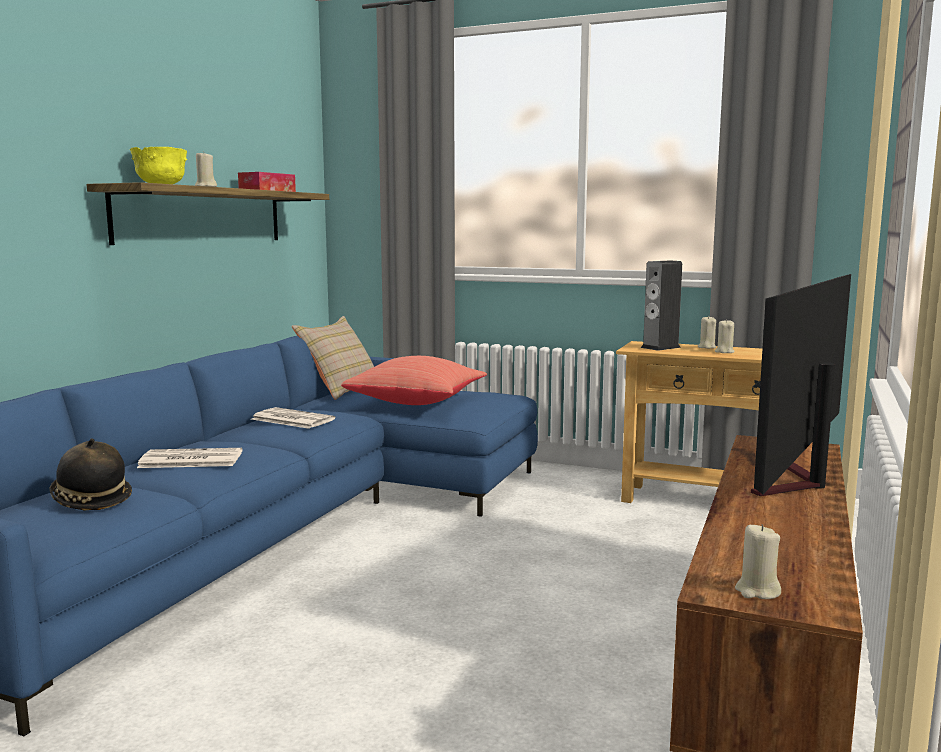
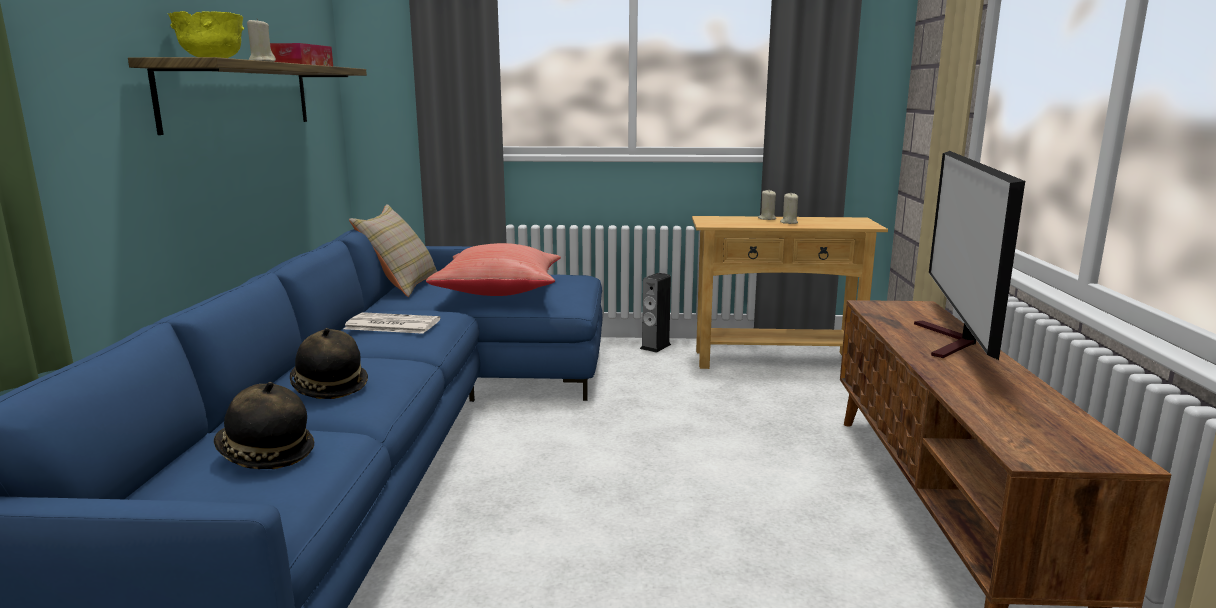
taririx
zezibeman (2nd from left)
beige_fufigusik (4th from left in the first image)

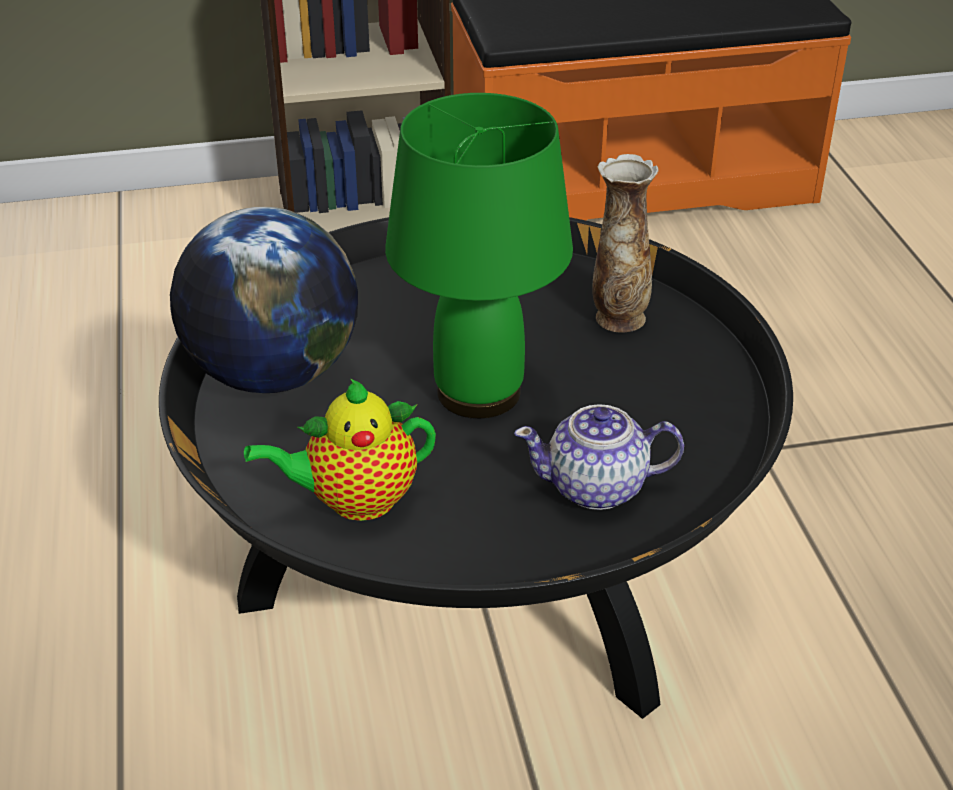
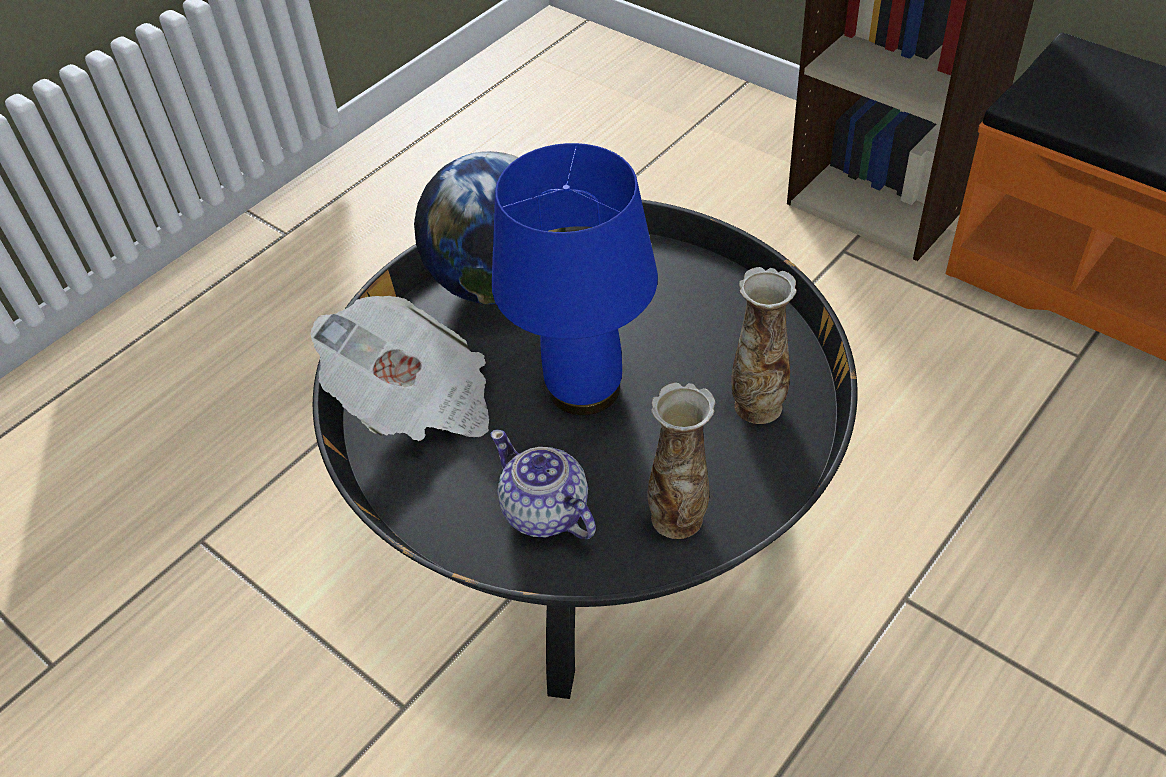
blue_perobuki
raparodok
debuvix (1st from left)

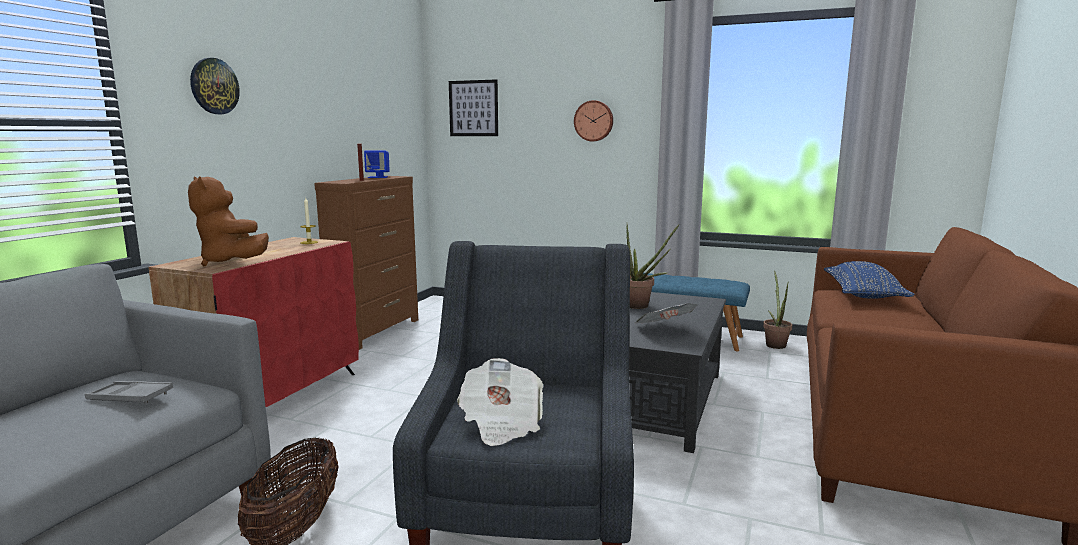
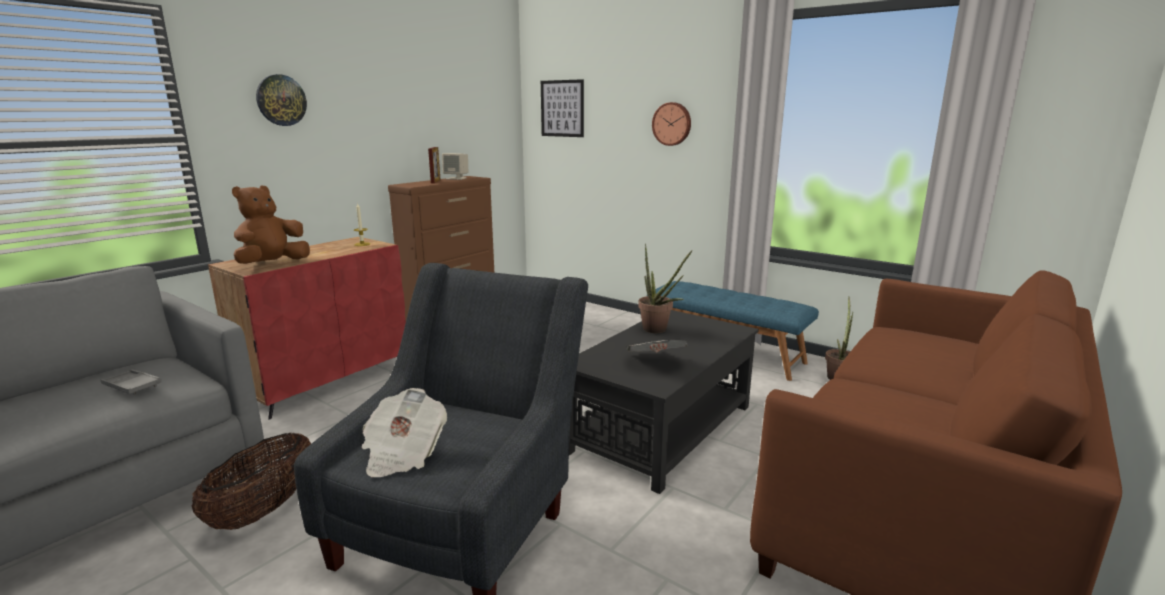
beige_taririx
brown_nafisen
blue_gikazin

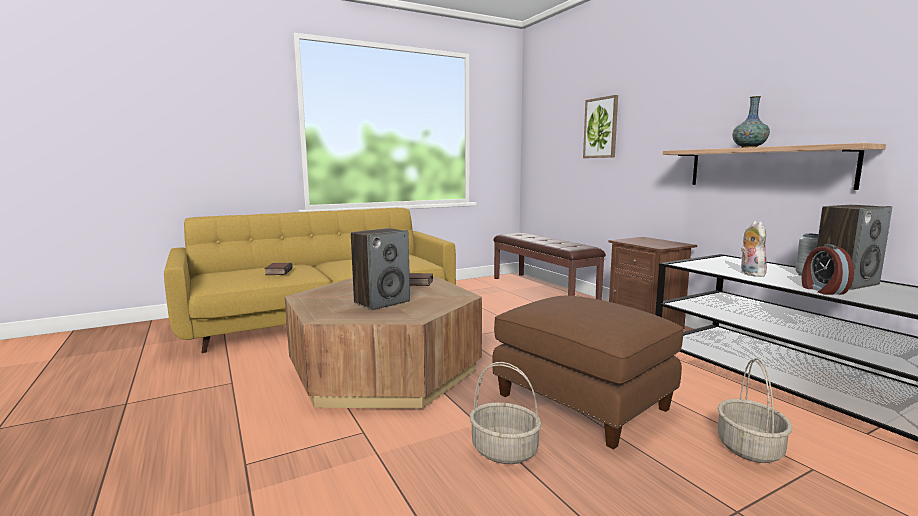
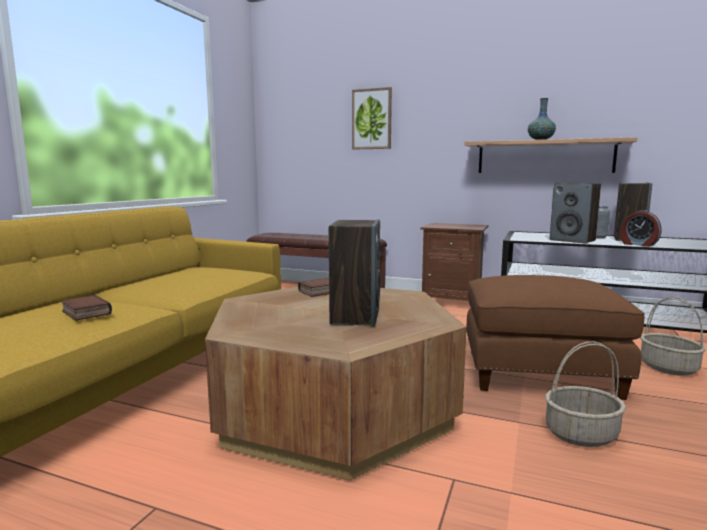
taririx (2nd from left)

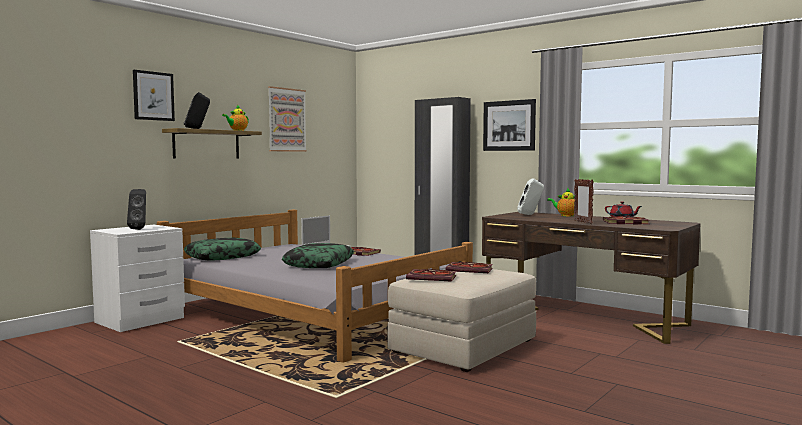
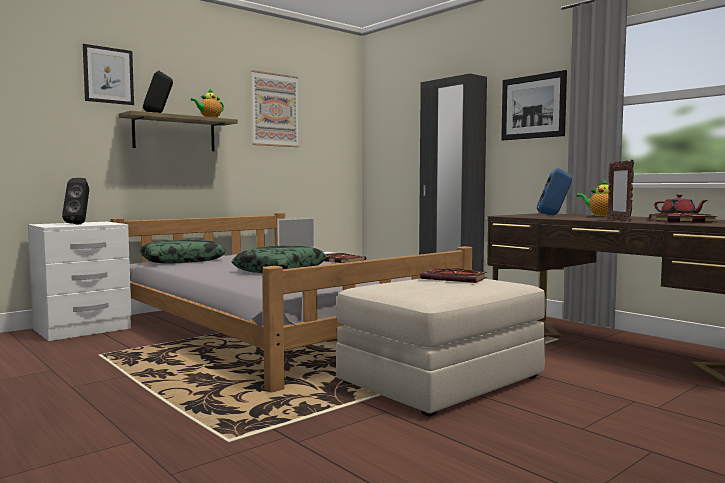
blue_taririx
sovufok (2nd from left in the first image)

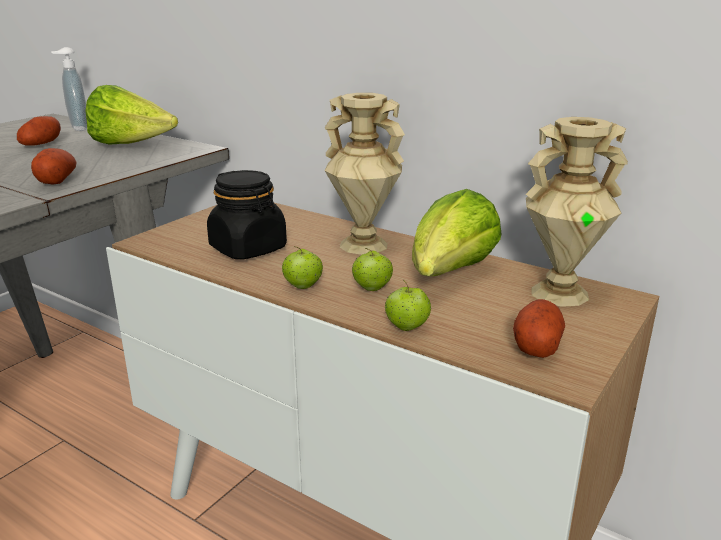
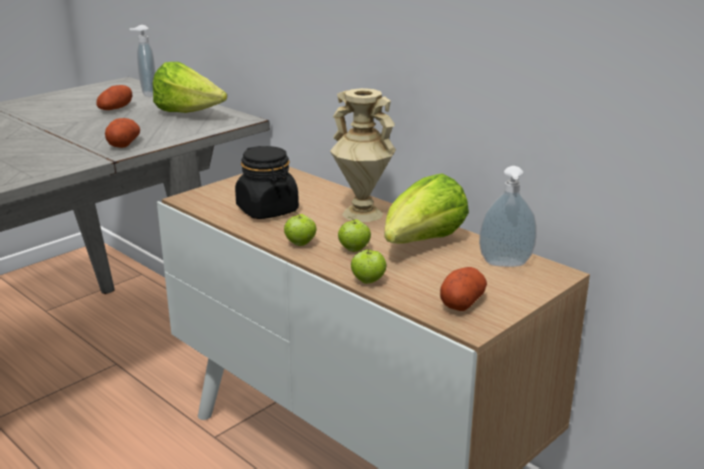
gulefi (2nd from left)

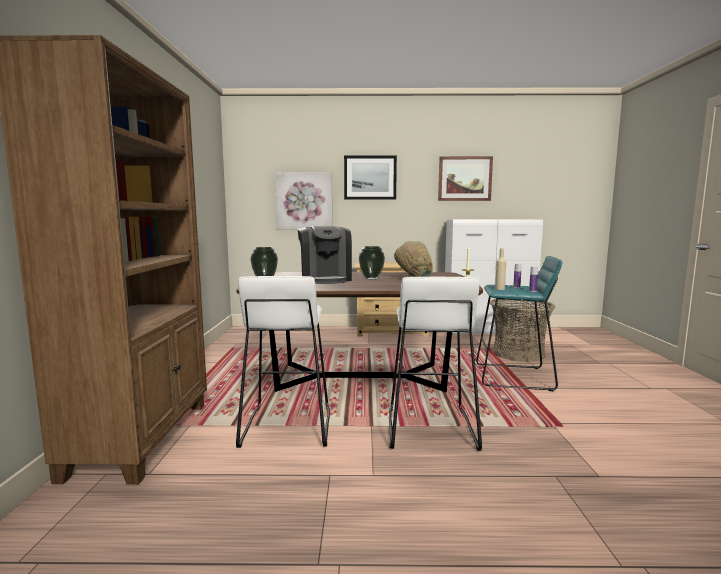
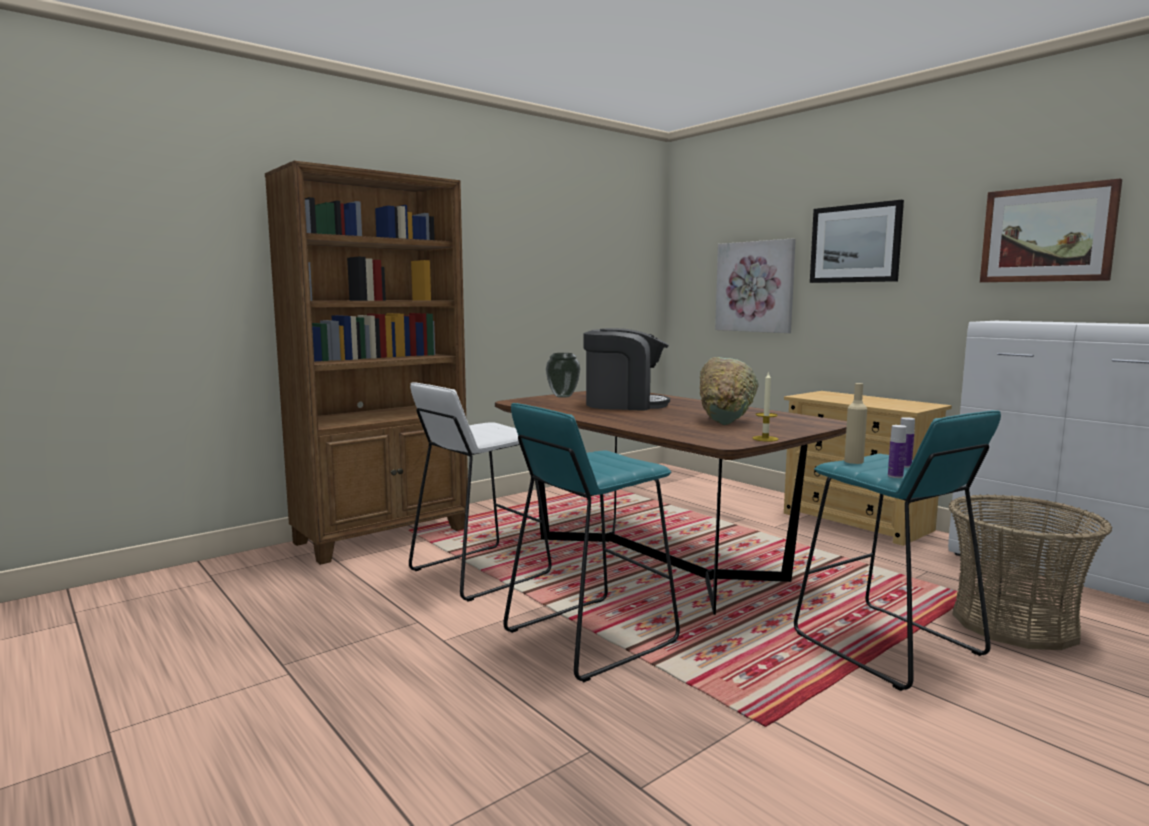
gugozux
debuvix (2nd from left in the first image)
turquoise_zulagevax (1st from left)

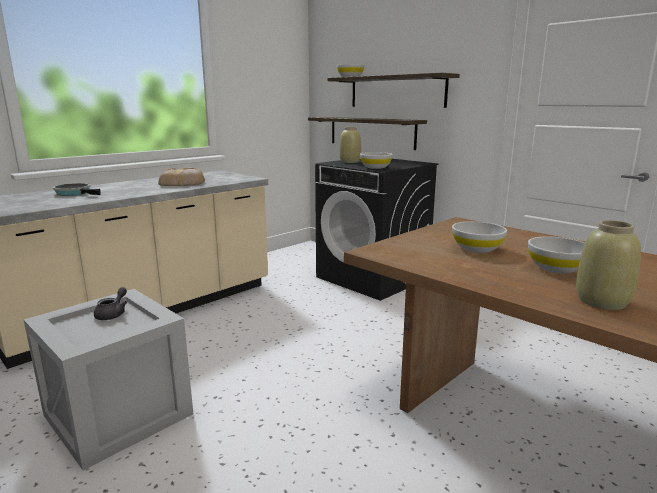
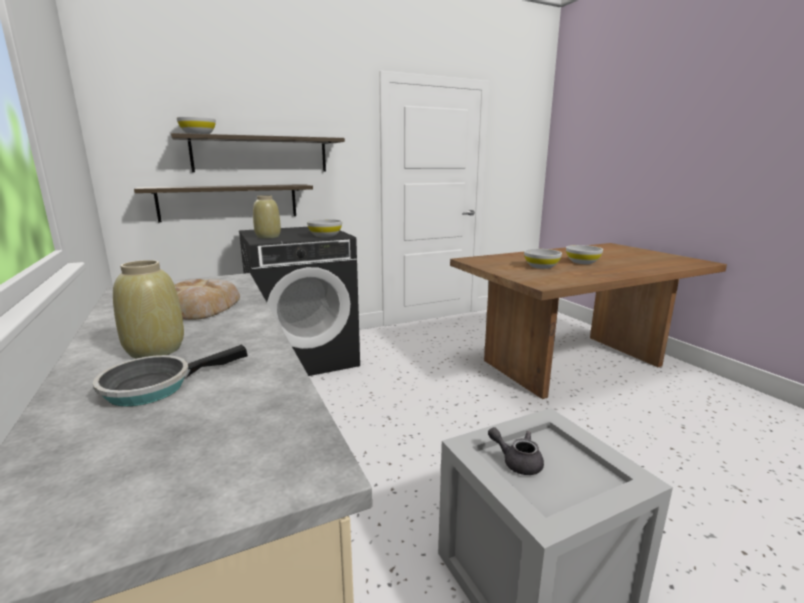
beige_debuvix (1st from left)

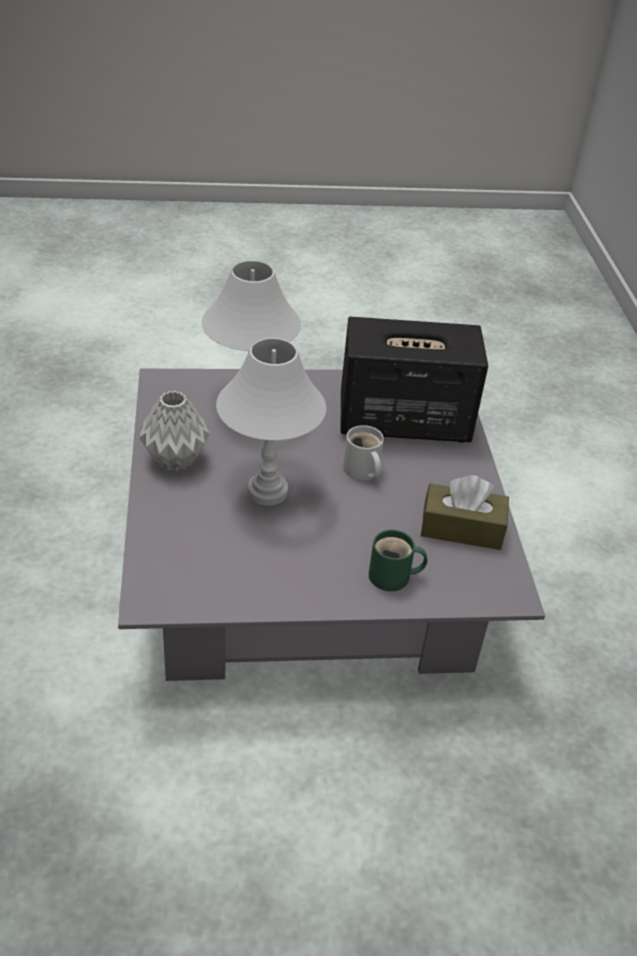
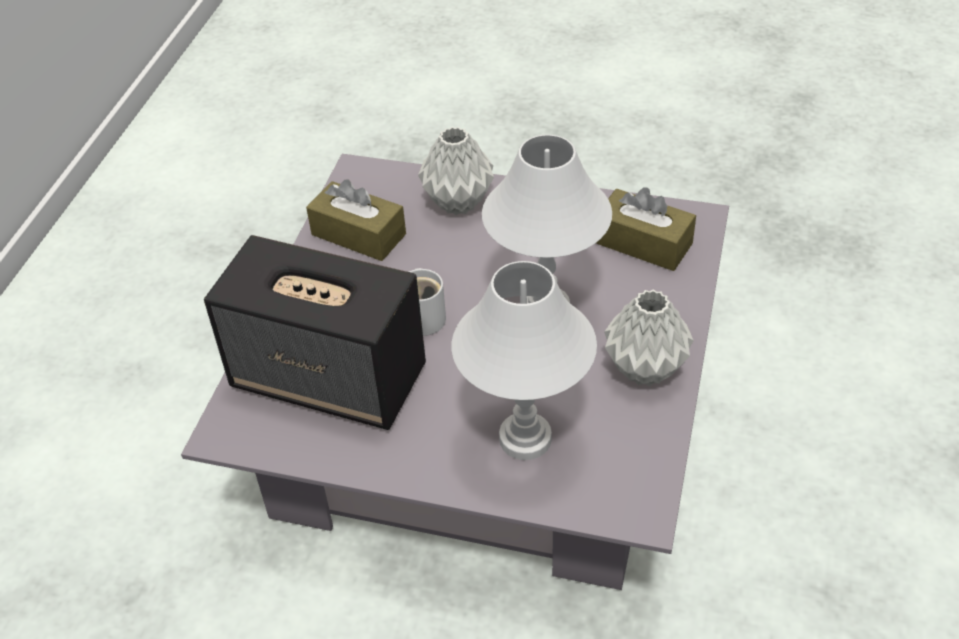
grey_debuvix (1st from left)
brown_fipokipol (2nd from left)

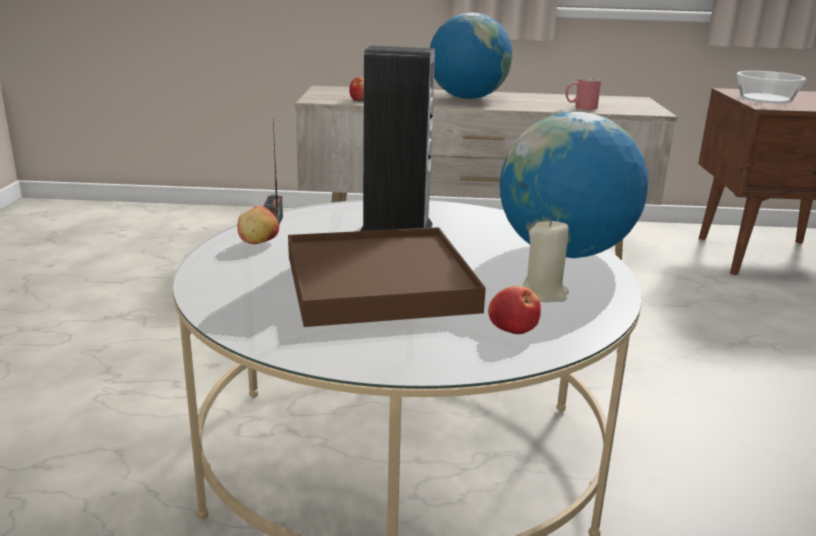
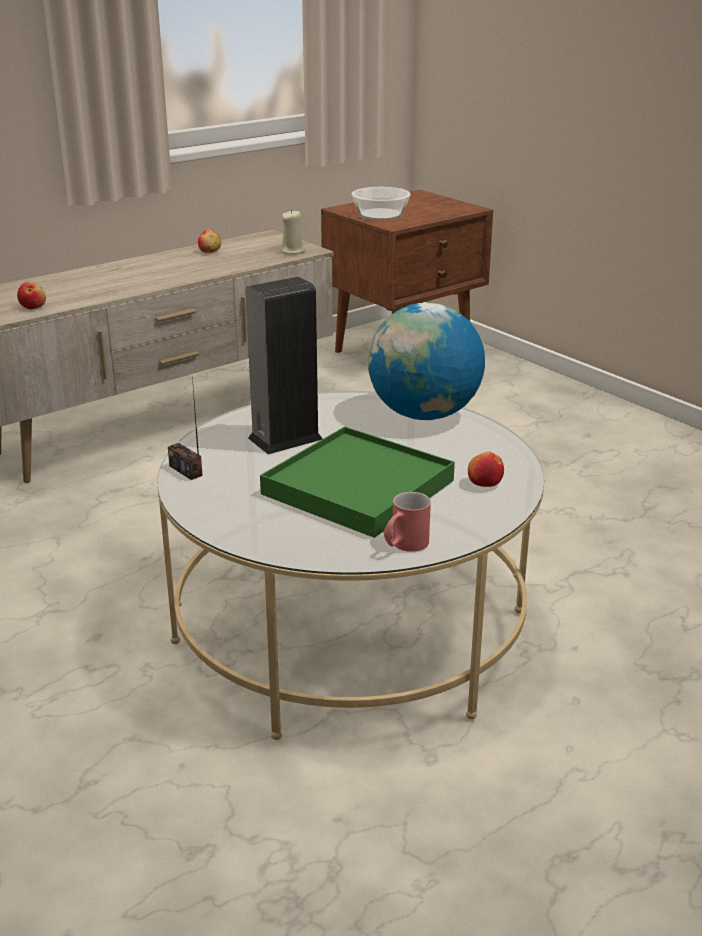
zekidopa (1st from left in the first image)
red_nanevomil
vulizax (2nd from left)
beige_fufigusik
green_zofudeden

